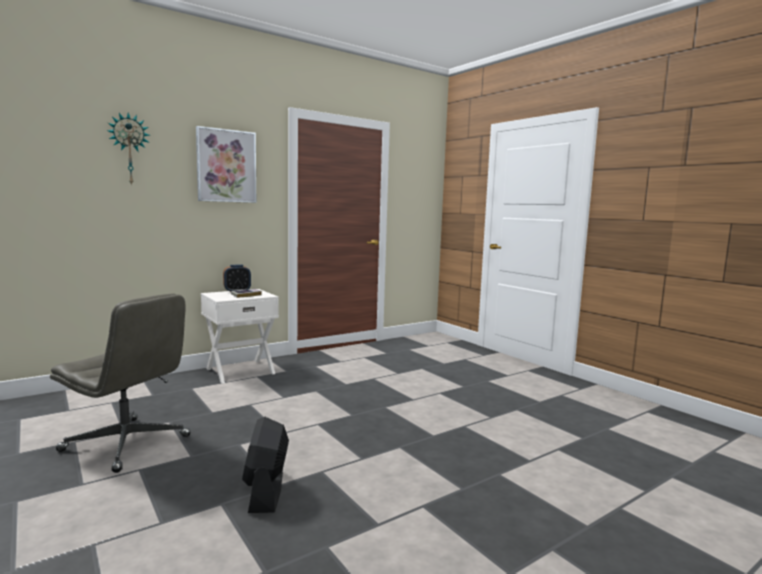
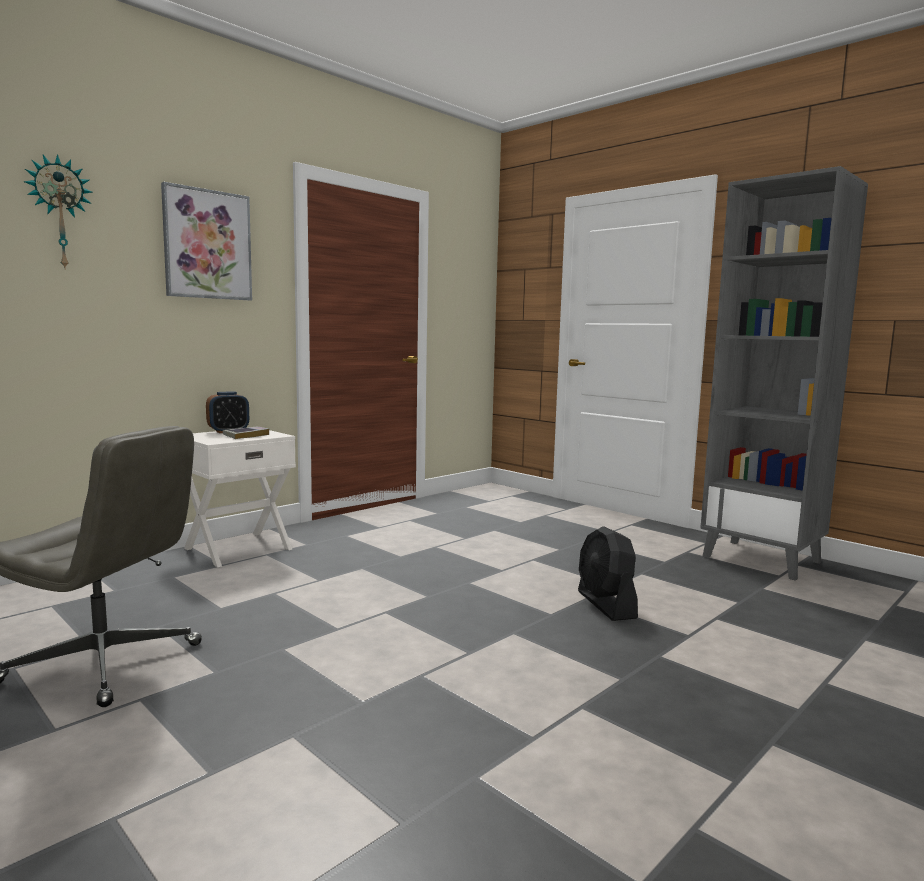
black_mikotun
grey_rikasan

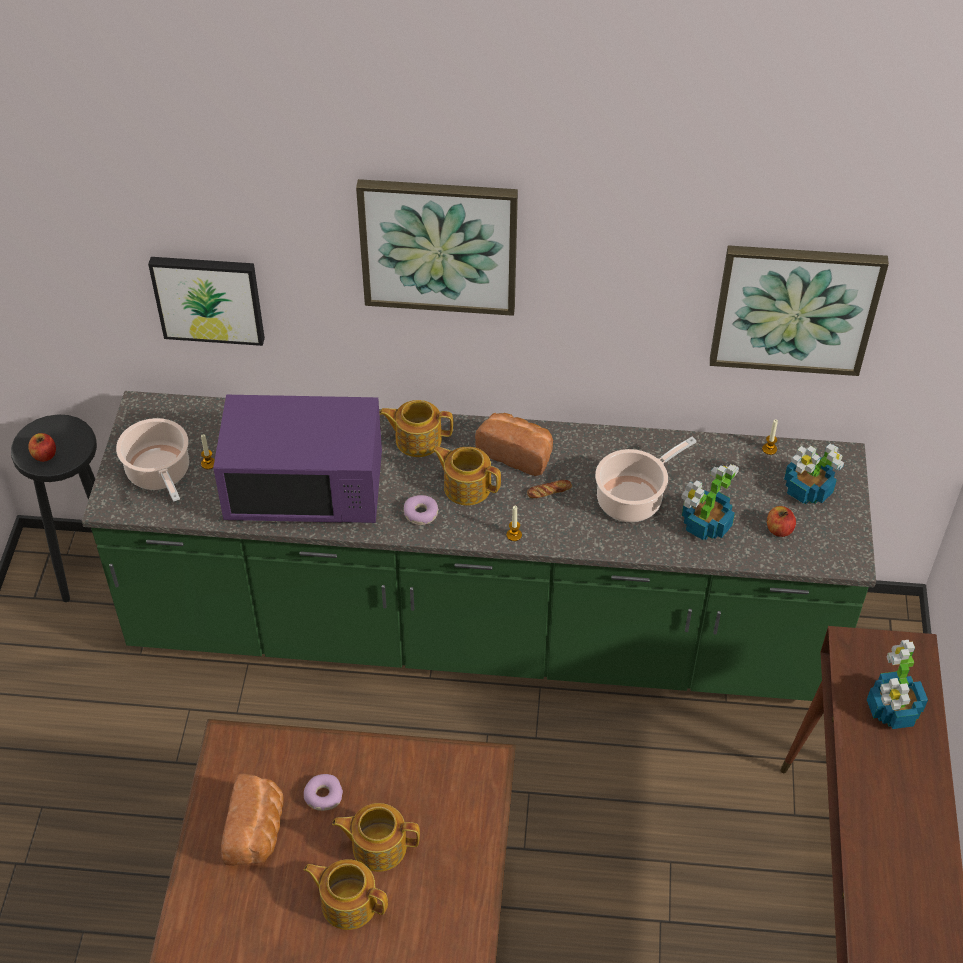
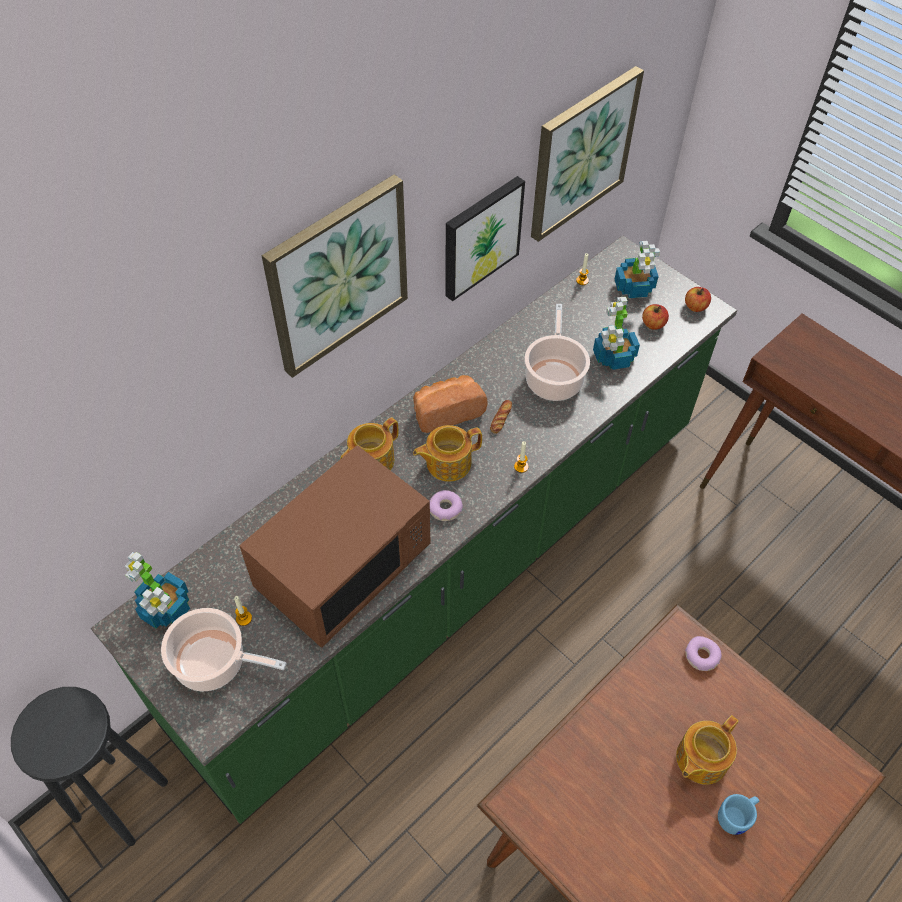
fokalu (2nd from left)
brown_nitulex
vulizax (2nd from left)
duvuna (1st from left)
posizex (1st from left in the first image)
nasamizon (2nd from left)
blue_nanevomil

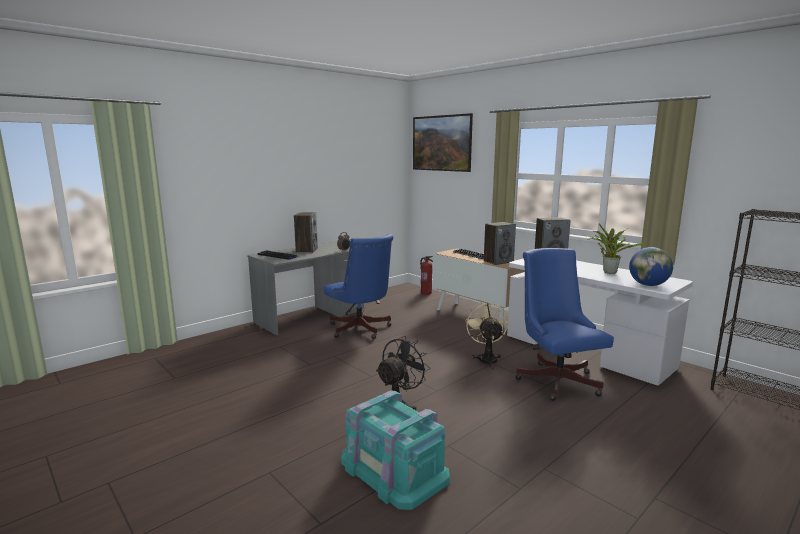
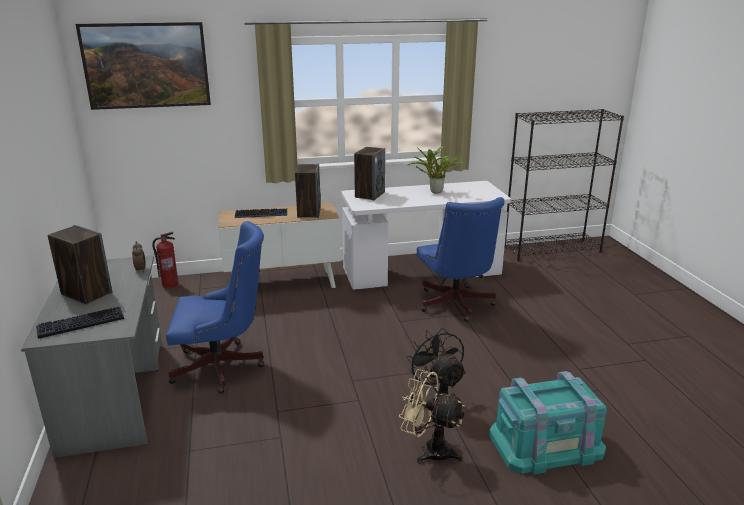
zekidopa
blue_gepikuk (2nd from left)
beige_mikotun

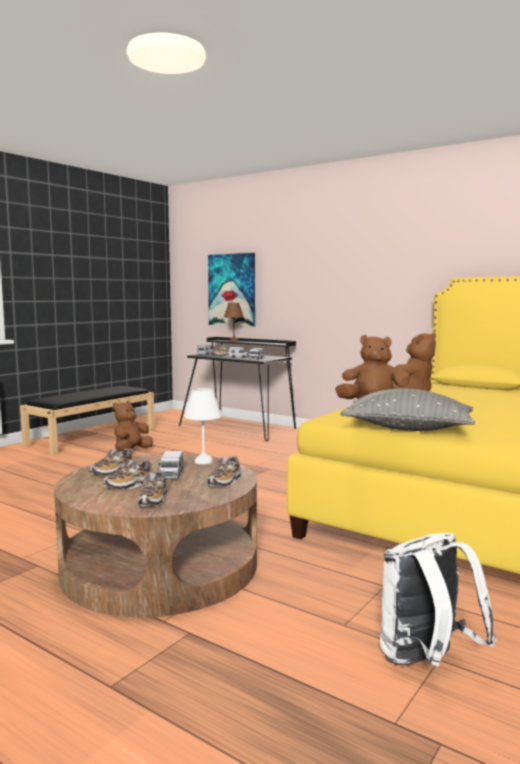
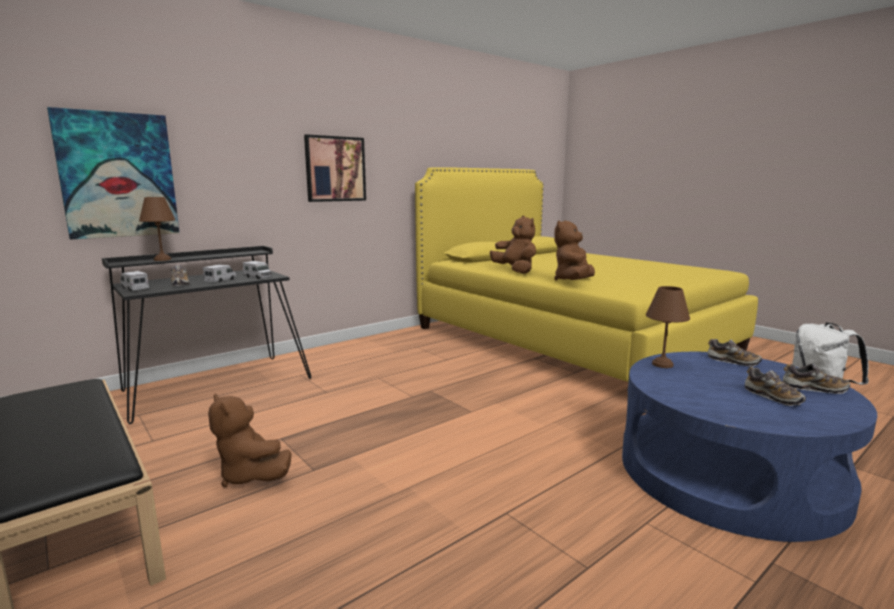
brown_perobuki (2nd from left)
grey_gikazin
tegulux (1st from left in the first image)
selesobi (1st from left in the first image)
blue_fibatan
fokalu (2nd from left)

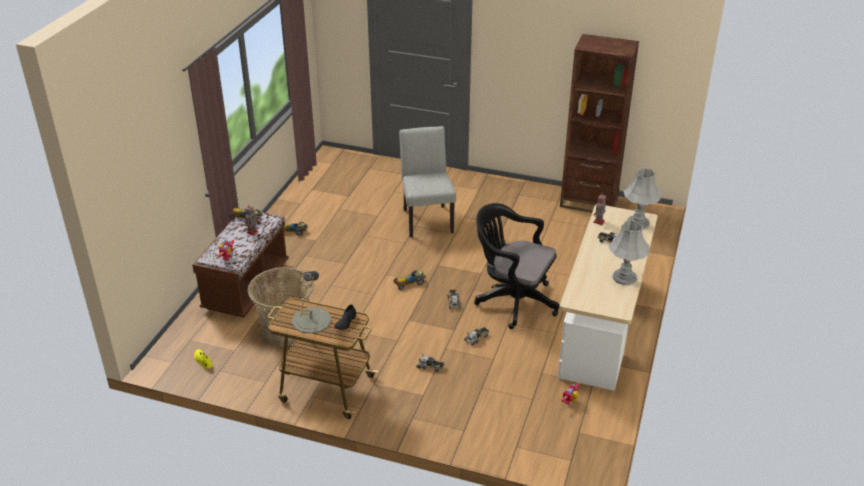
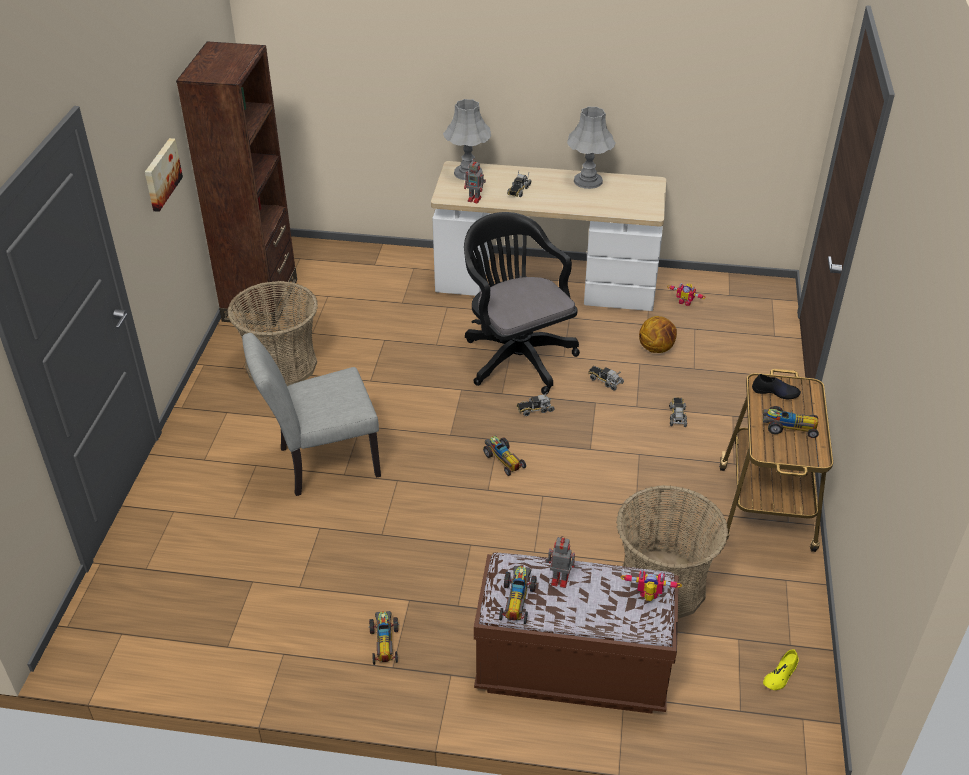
black_gepikuk
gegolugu (4th from left)
fokalu
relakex (1st from left)
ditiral

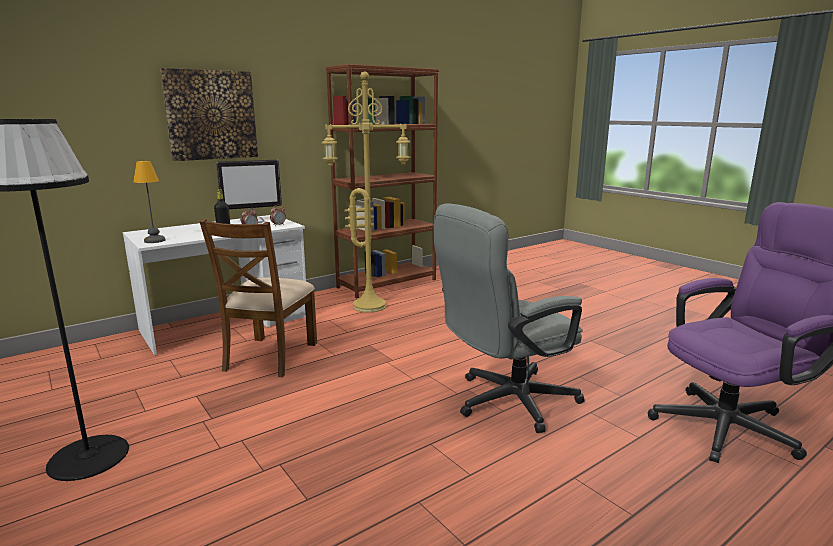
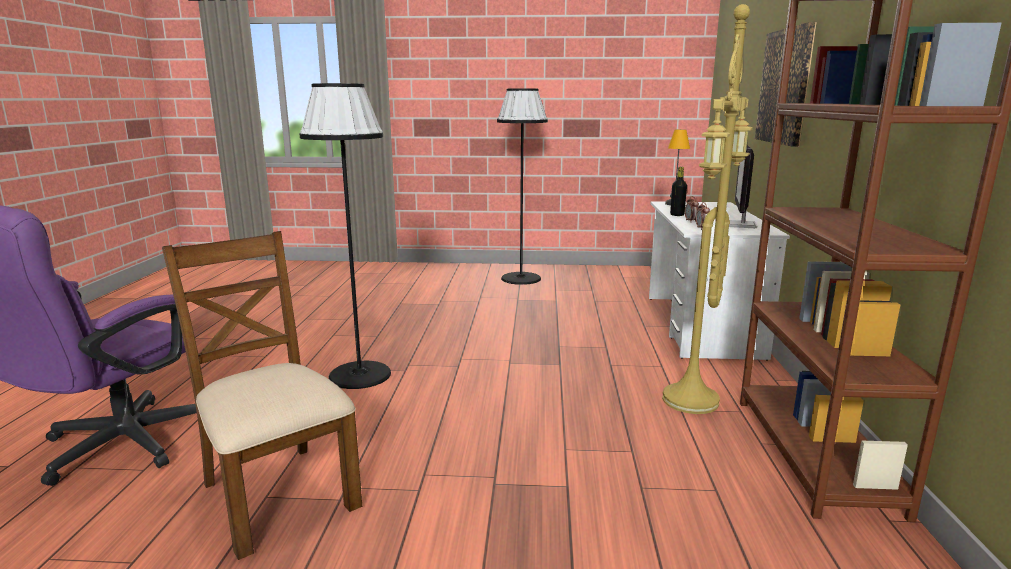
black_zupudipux (1st from left)
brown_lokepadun

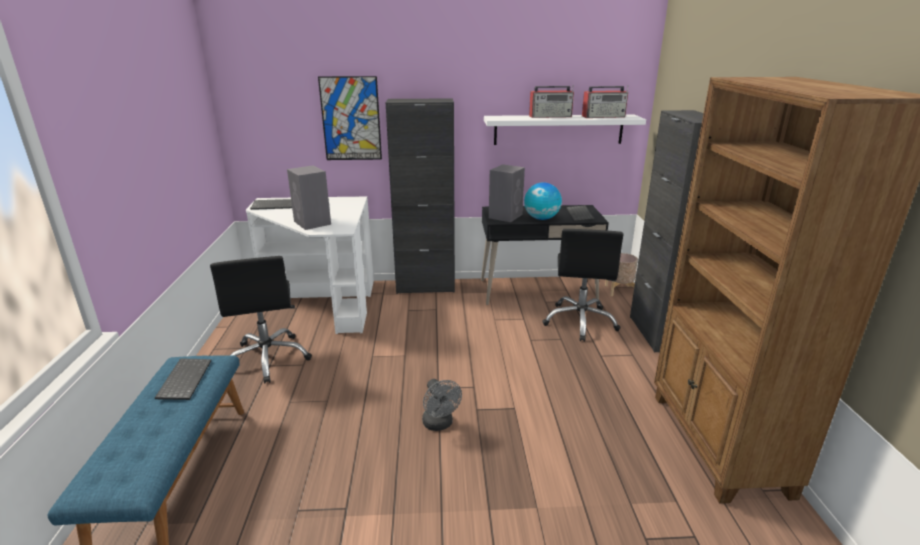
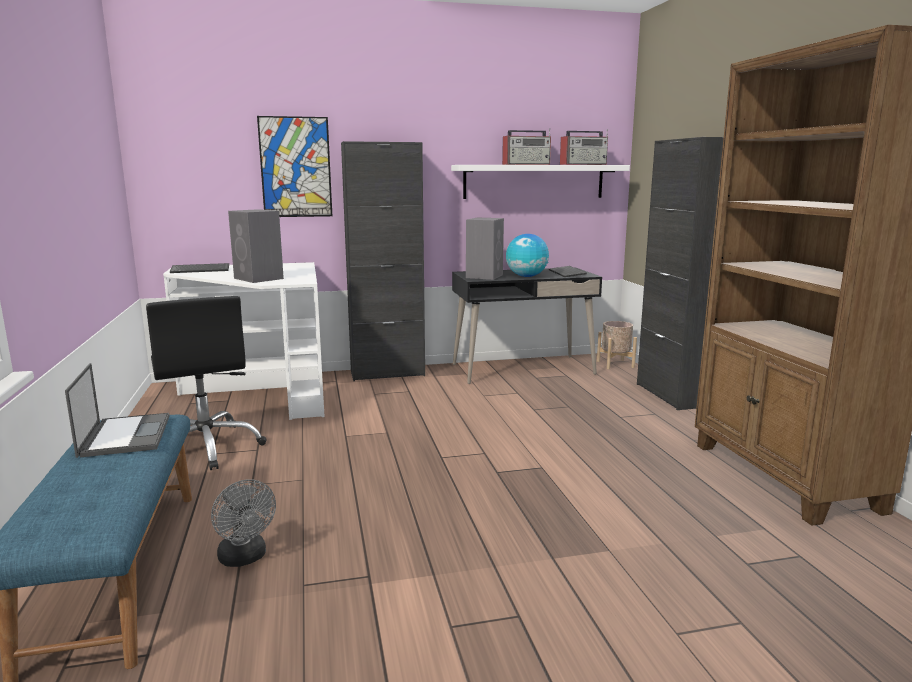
black_gepikuk (2nd from left in the first image)
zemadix
grey_mikotun

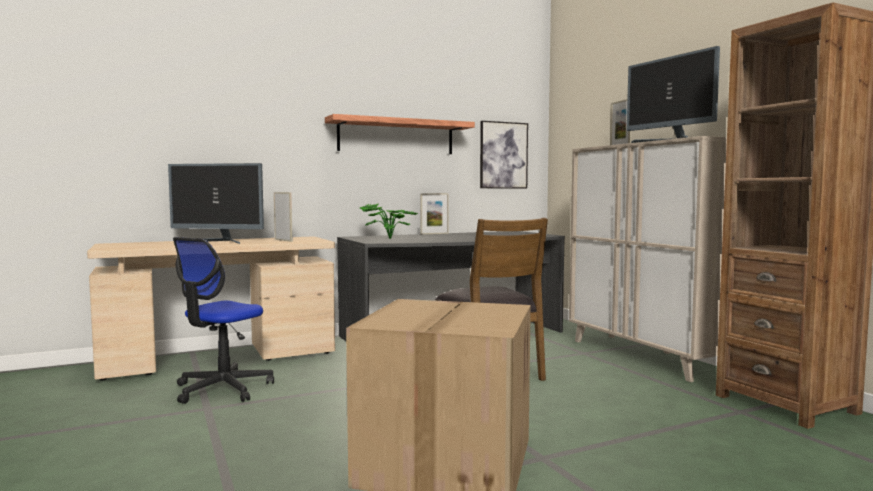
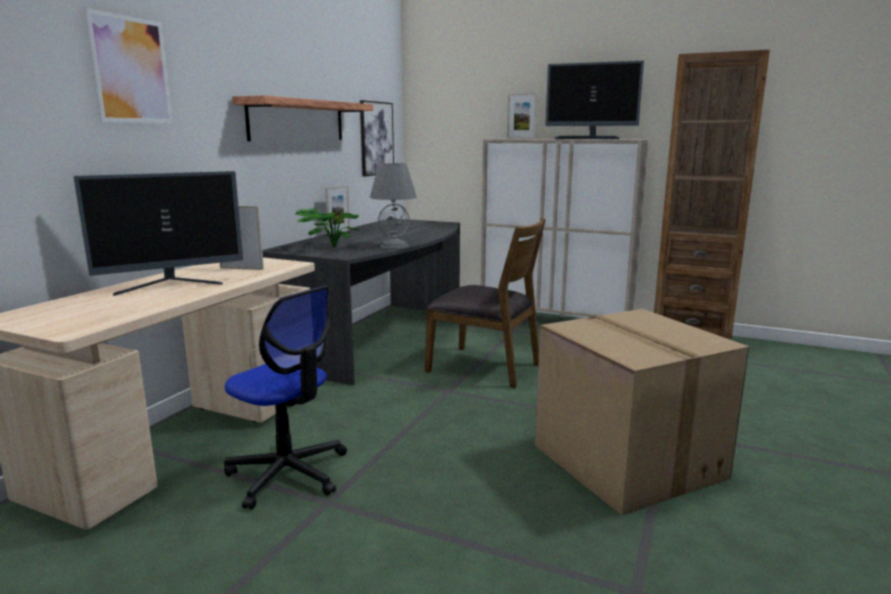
gepikuk
fokalu (1st from left)
grey_perobuki

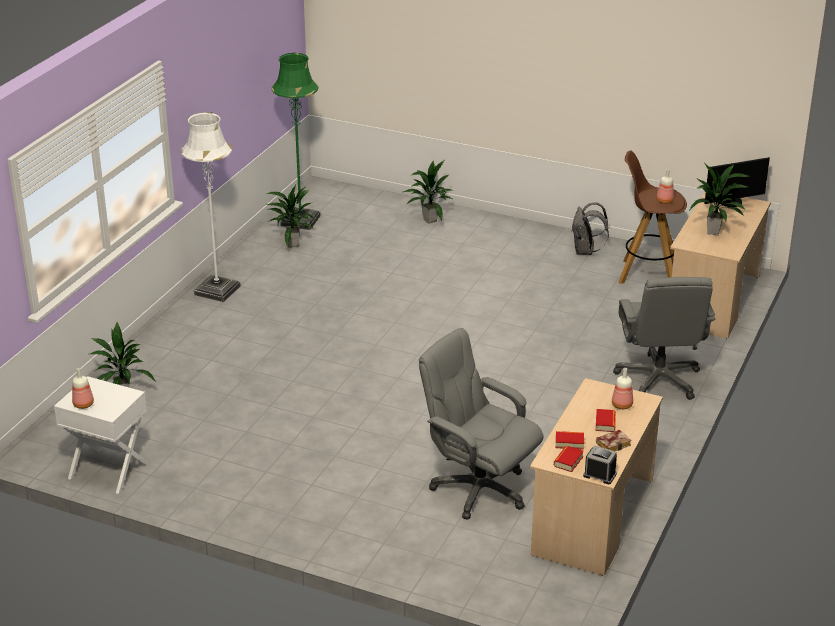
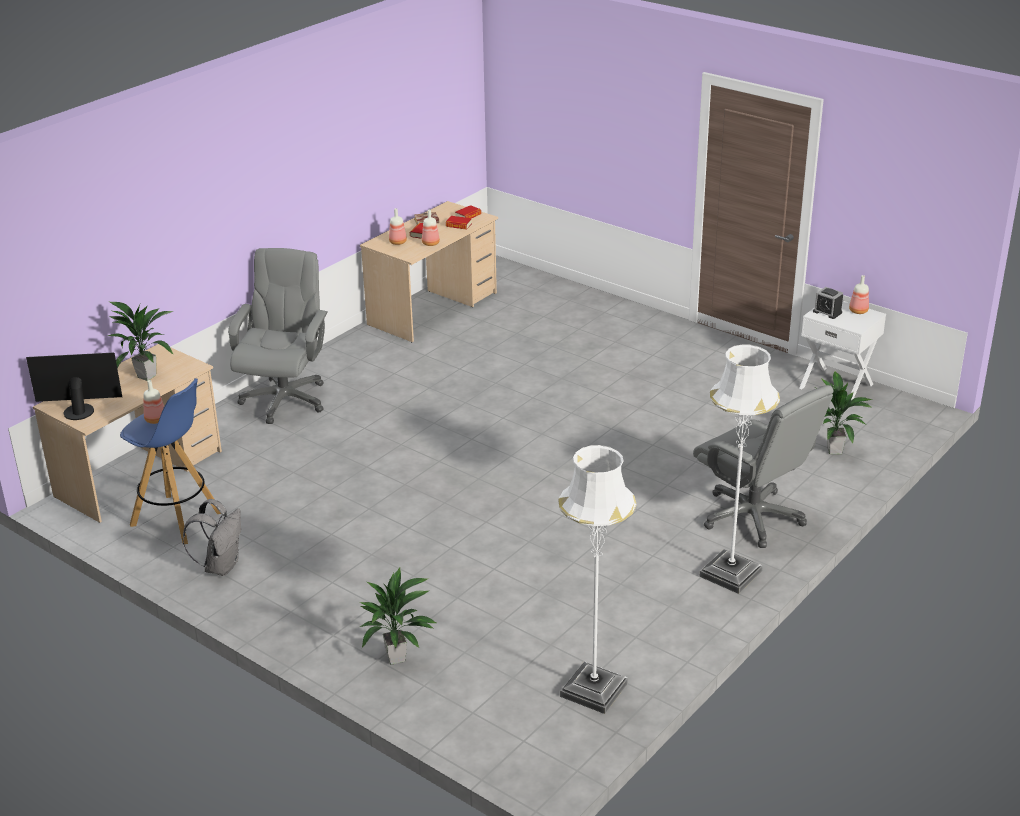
white_zupudipux (1st from left)
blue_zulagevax
duvuna (2nd from left in the first image)
grey_gepikuk (2nd from left)
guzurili
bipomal (3rd from left)

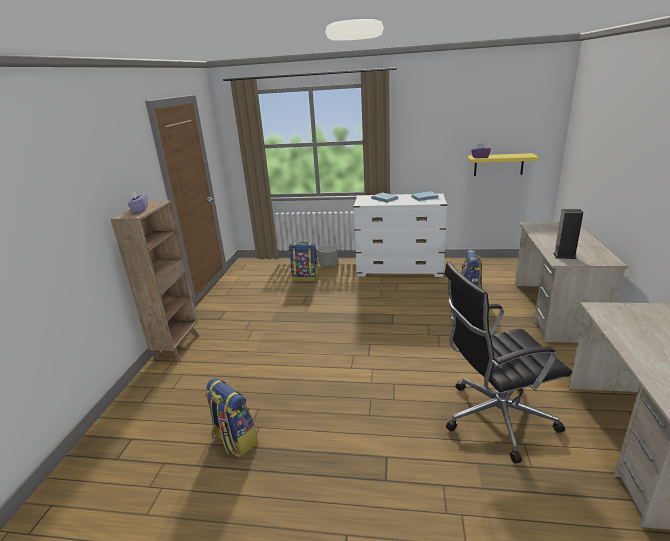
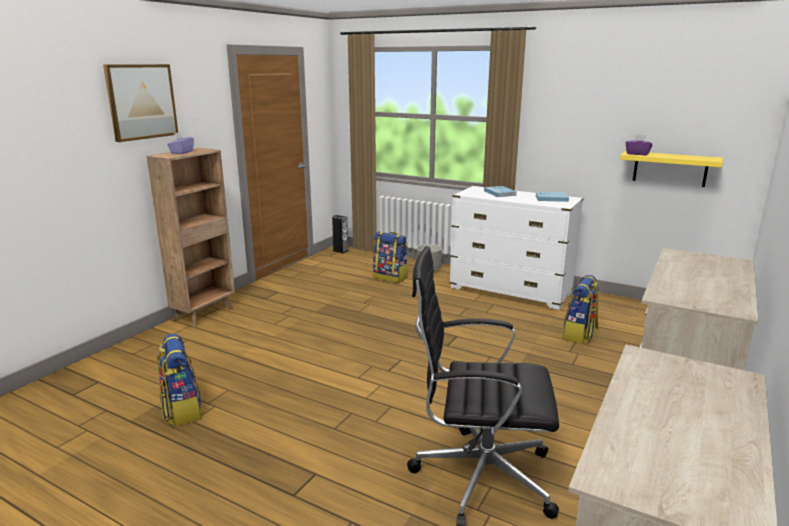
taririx
fokalu

